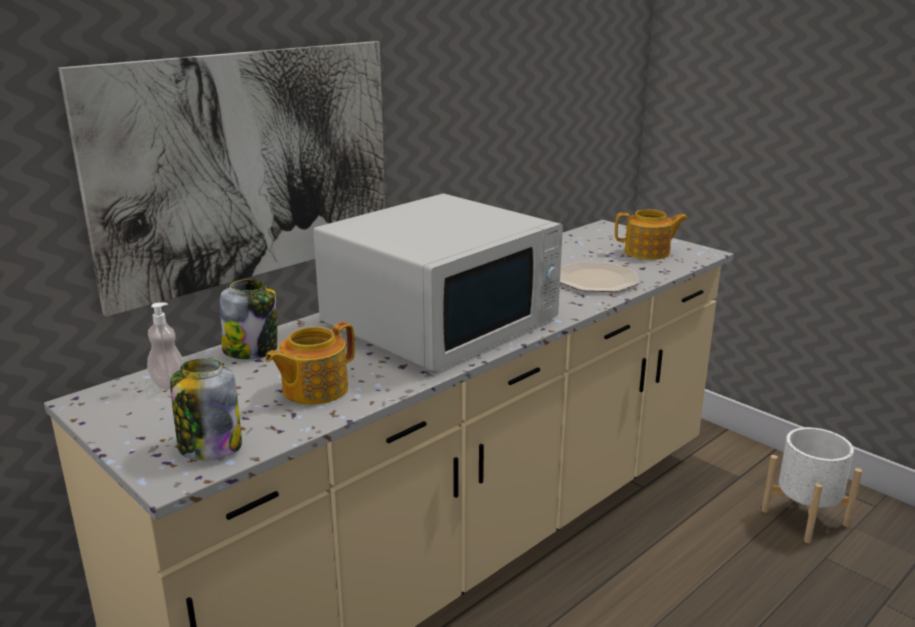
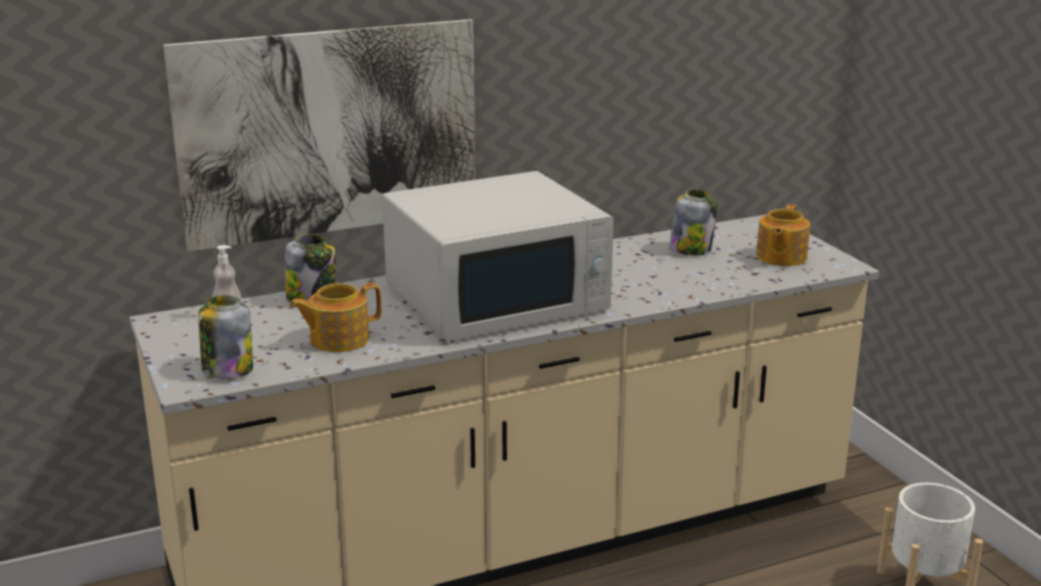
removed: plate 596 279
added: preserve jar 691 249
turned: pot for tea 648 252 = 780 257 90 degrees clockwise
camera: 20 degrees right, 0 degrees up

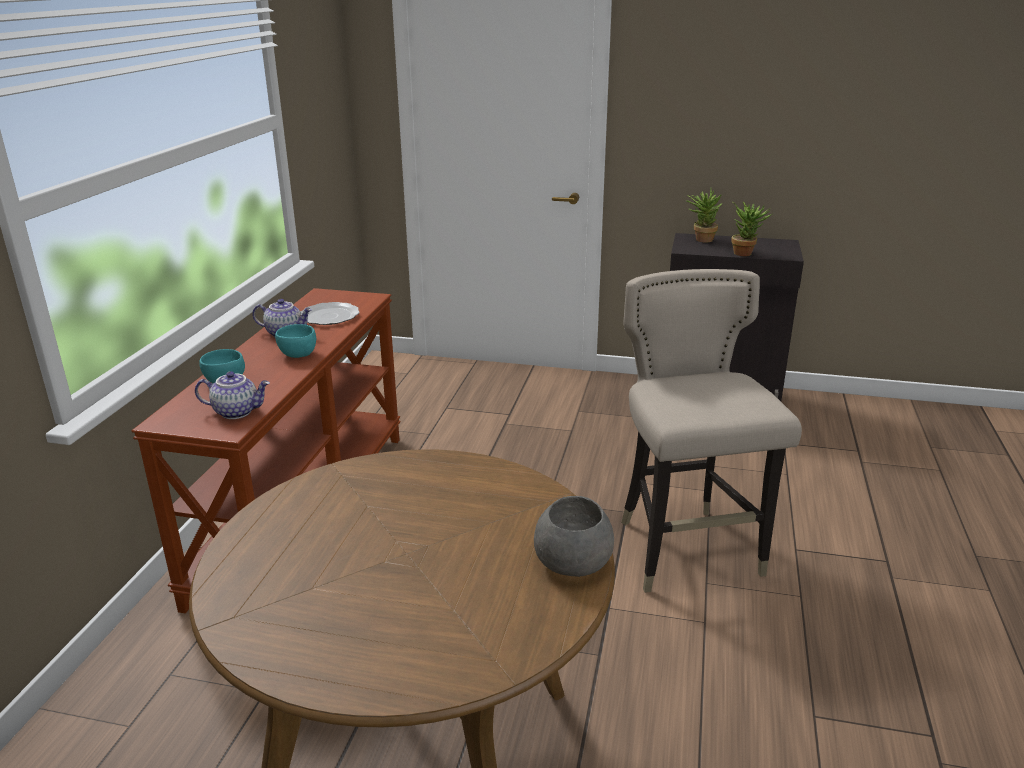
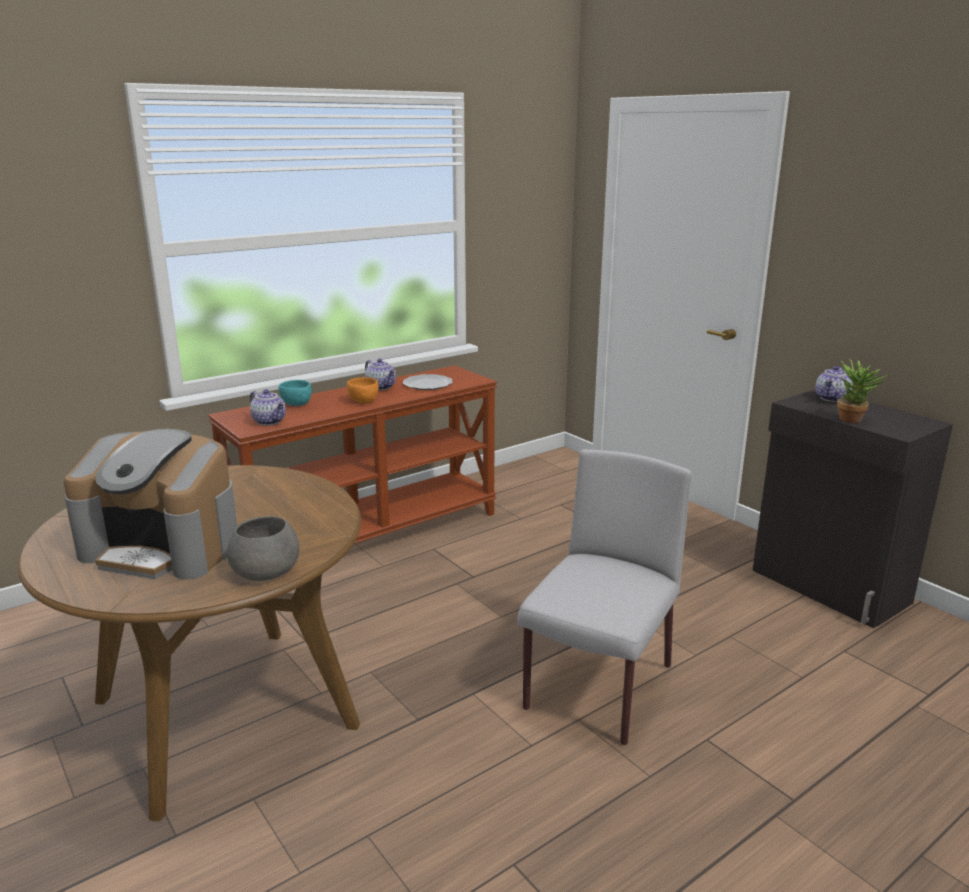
added: coffee maker 164 548
replaced: plant in a pot 701 239 to pot for tea 832 399; beige-coloured stool 687 551 to greyish chair 598 689
recoloured: blue-green bowl 298 355 to orange-coloured bowl 363 401
camera: 40 degrees right, 5 degrees down

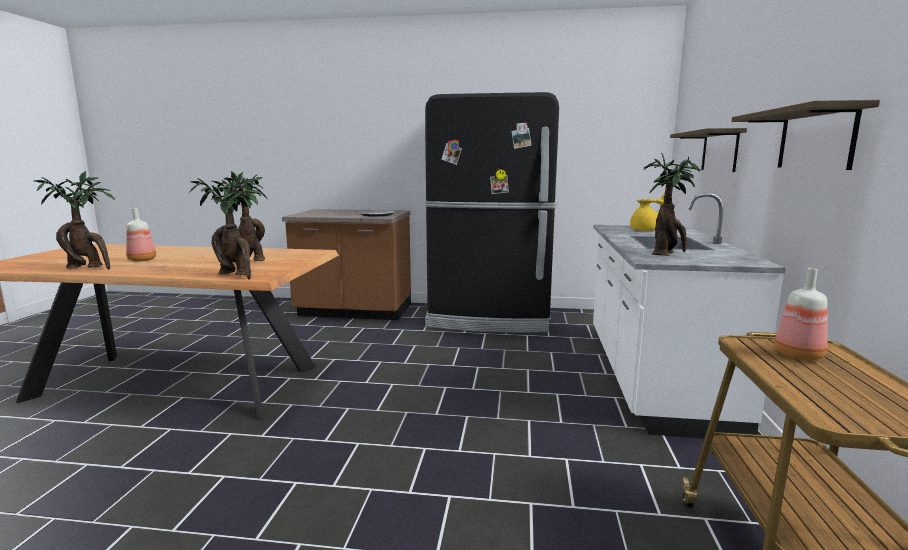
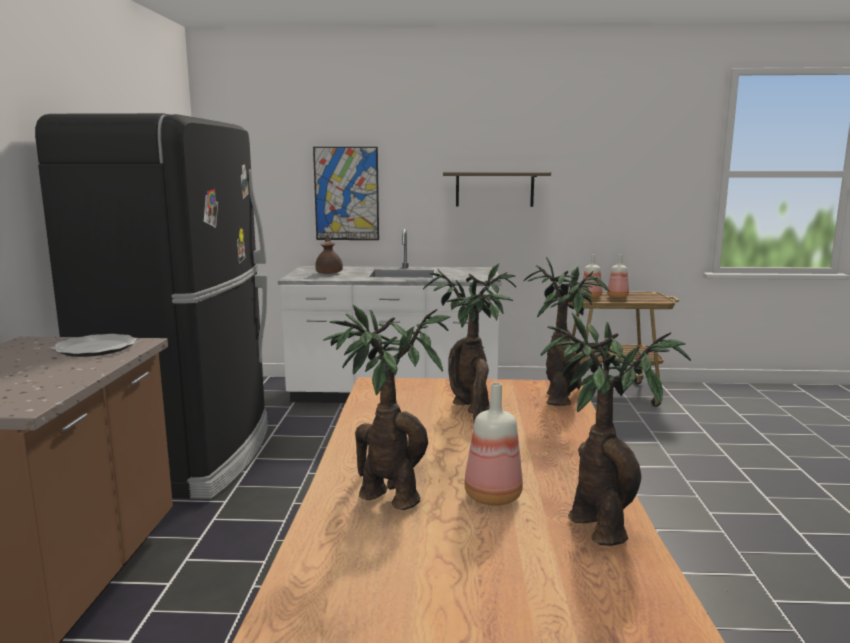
added: bottle 617 297
moved: plant in a pot 666 254 to 385 496
replaced: shelf 719 151 to picture 346 194
recoloured: yellowish pot for tea 646 230 to brown-coloured pot for tea 329 273
camera: 95 degrees left, 0 degrees up

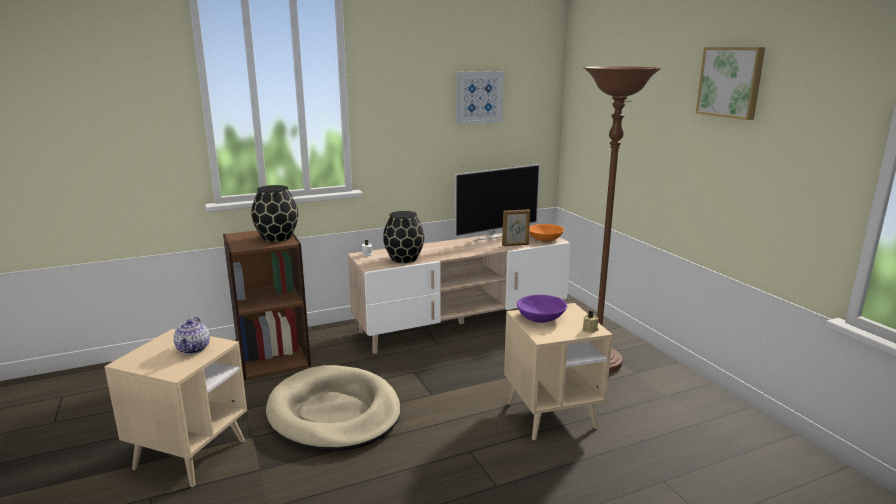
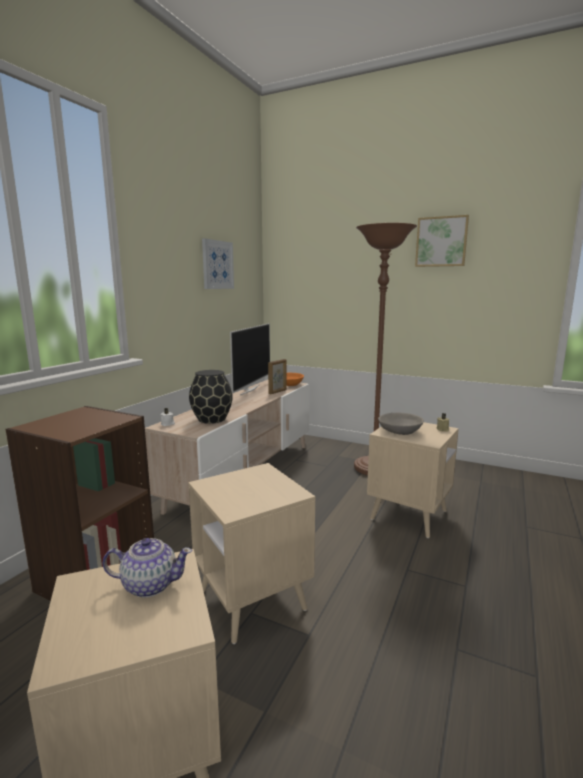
removed: black flower vase 277 237
replaced: beige-coloured dog cushion 334 413 to beige-coloured end table 252 600
recoloured: purple-coloured bowl 541 317 to greyish bowl 400 431
turned: pot for tea 194 349 = 149 584 45 degrees counterclockwise
camera: 40 degrees left, 5 degrees down

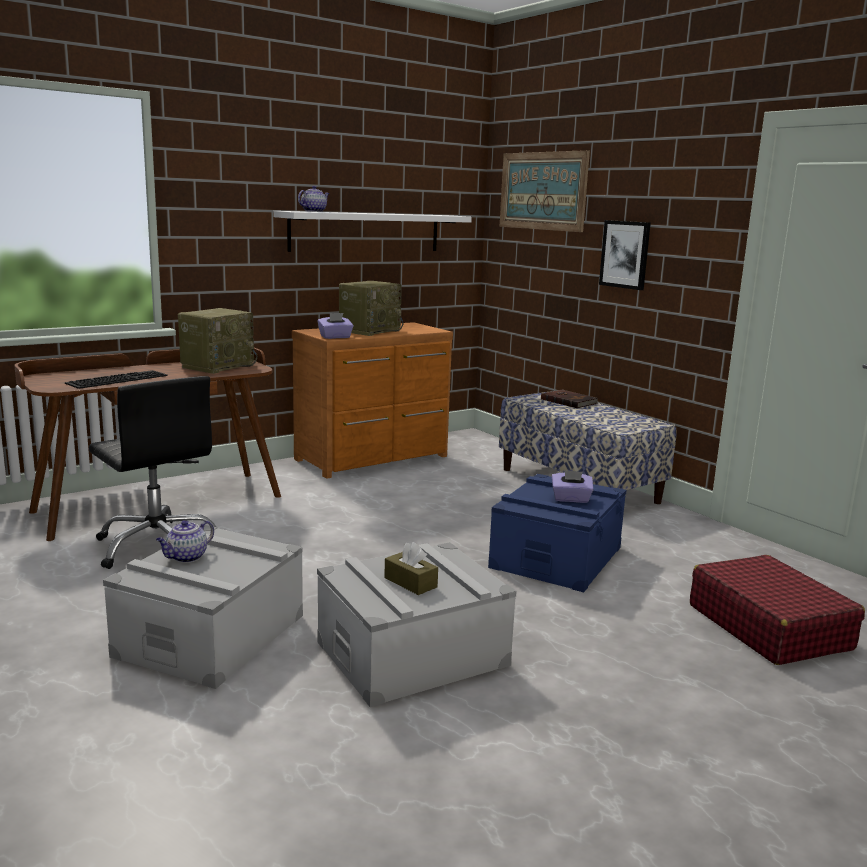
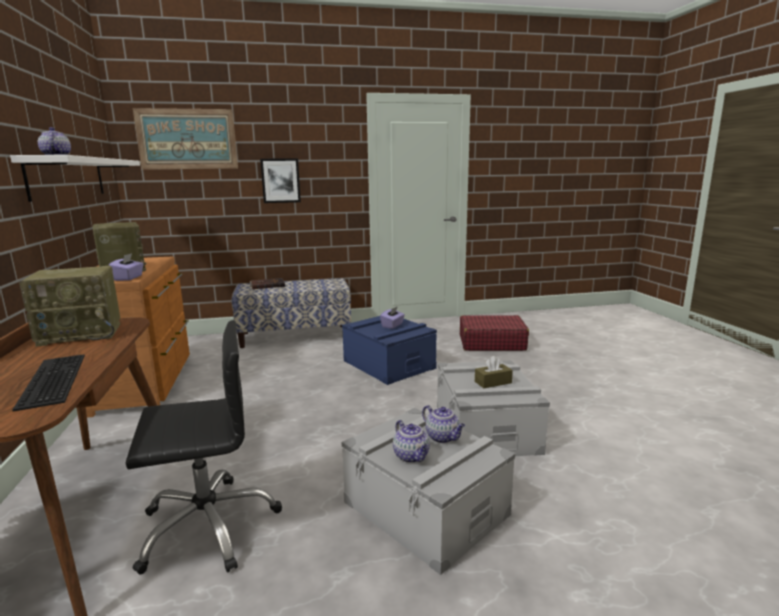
added: pot for tea 443 437
turned: radio receiver 218 366 = 82 333 105 degrees clockwise
camera: 65 degrees left, 0 degrees up

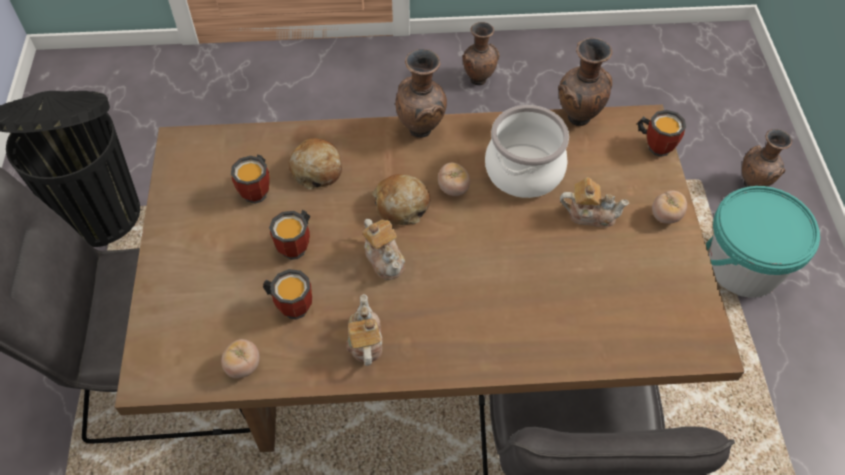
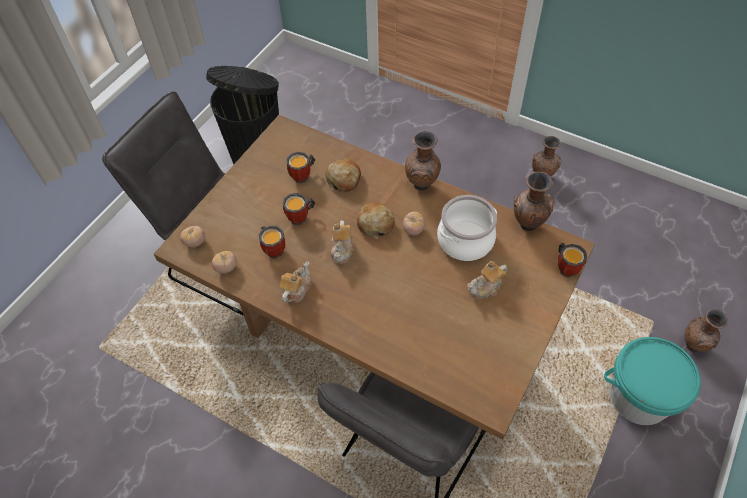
moved: whole tomato 665 216 to 195 242
turned: pot for tea 590 214 = 485 288 105 degrees clockwise
camera: 35 degrees right, 0 degrees up

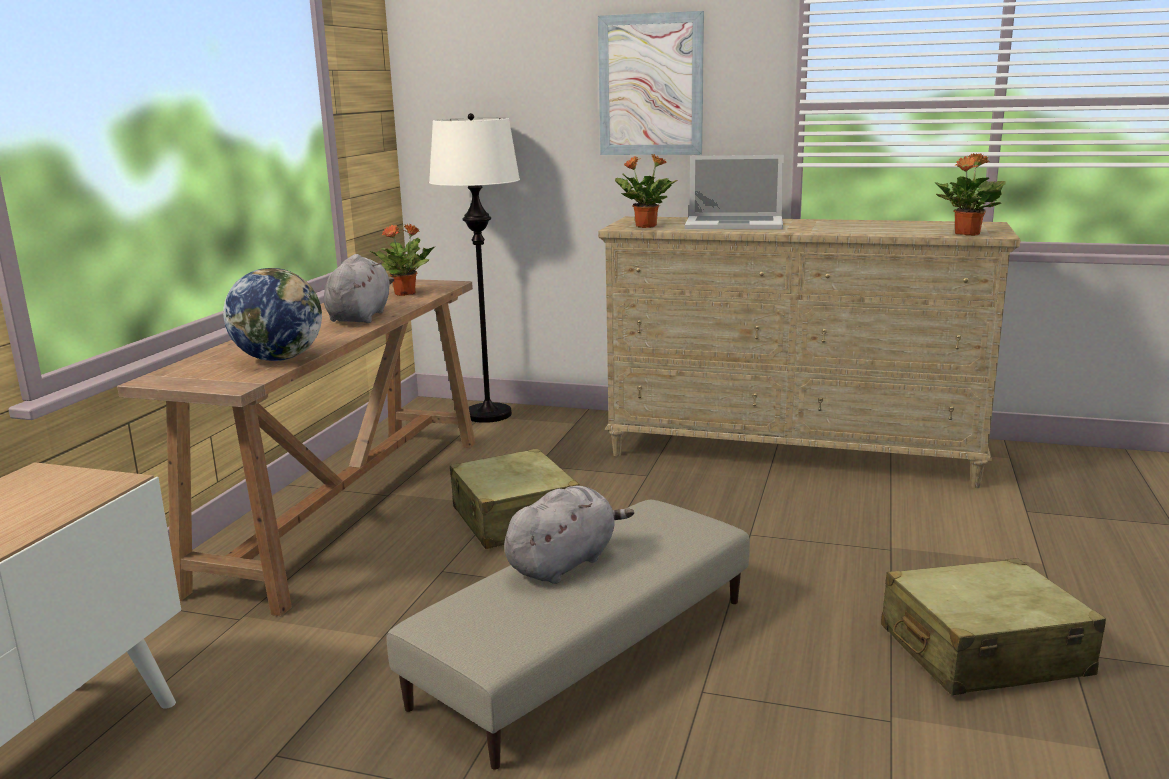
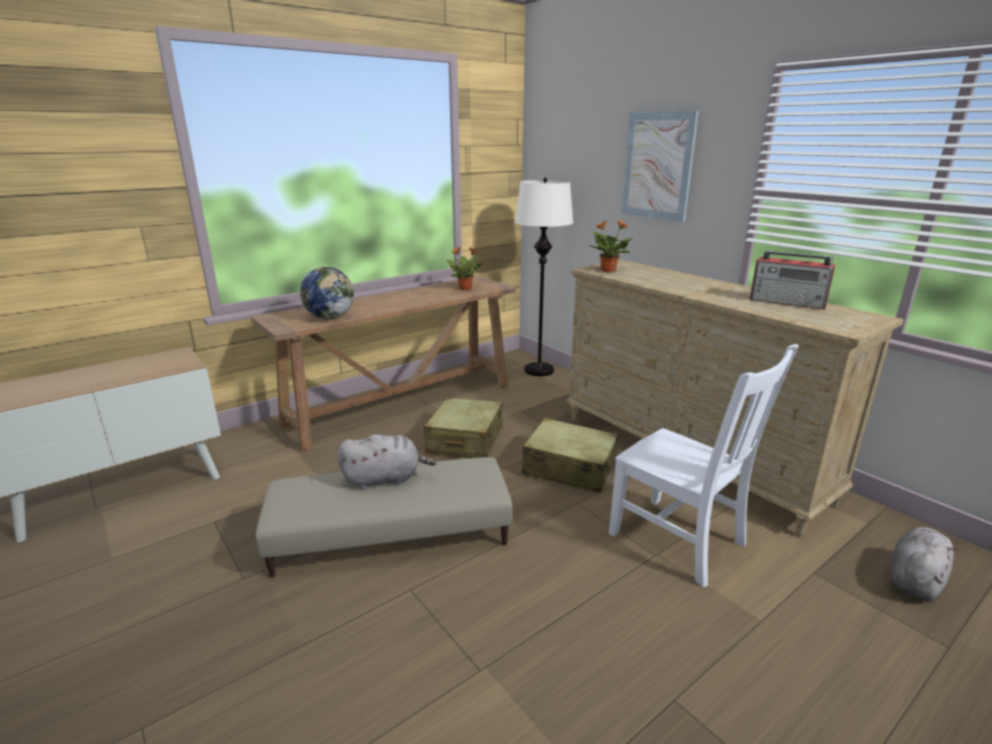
removed: plant in a pot 966 234; portable computer 734 224
added: radio receiver 788 302; whitish chair 680 541
moved: greyish cuddly toy 360 317 to 914 579; beige-coloured suitcase 982 652 to 569 468
camera: 35 degrees right, 5 degrees up

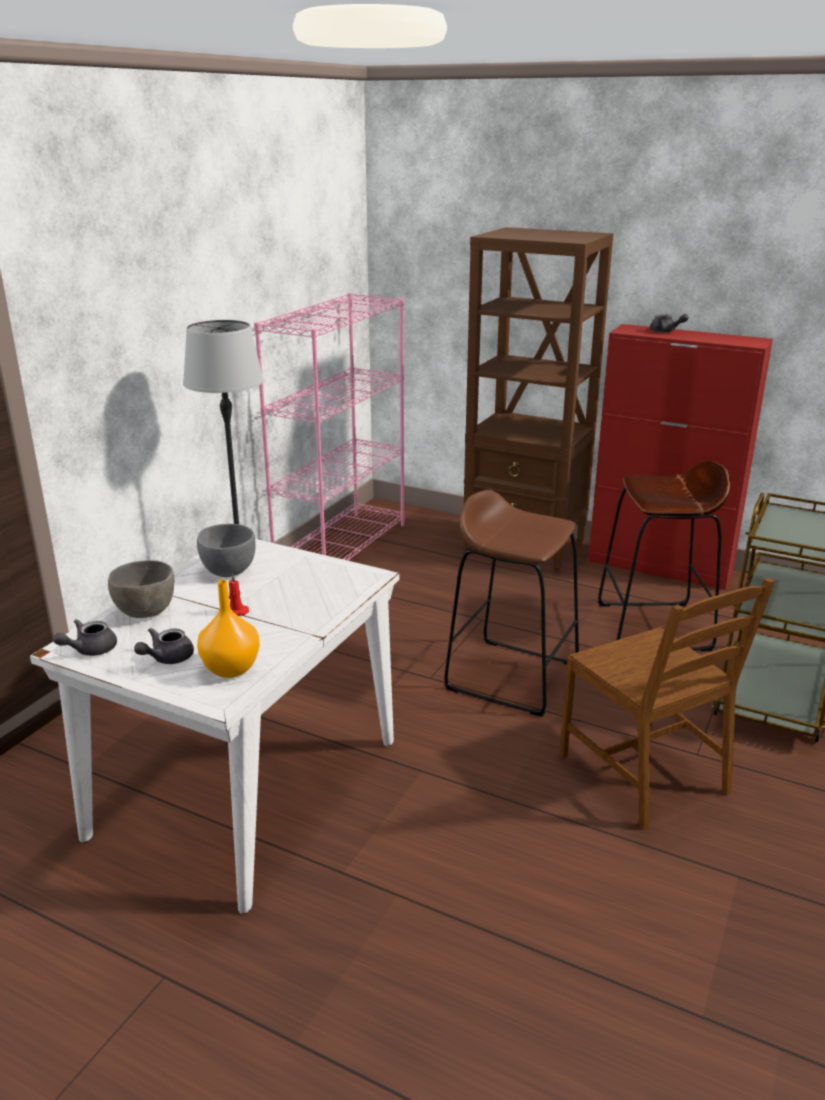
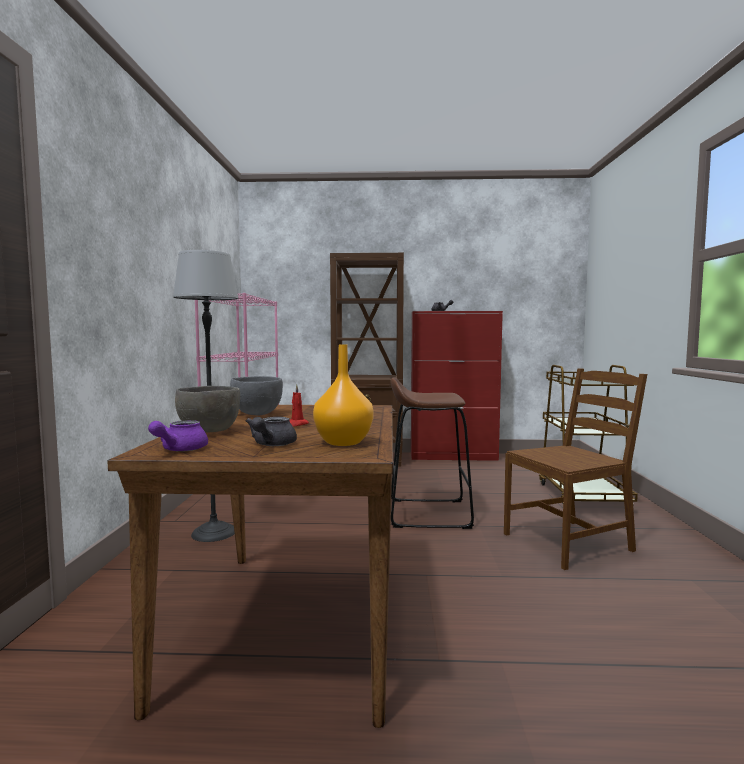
removed: brown-coloured stool 654 627
recoloured: whitish kitchen table 246 788 to brown-coloured kitchen table 292 622; greyish pot for tea 90 650 to purple-coloured pot for tea 179 450
turned: brown-coloured chair 645 773 = 568 542 60 degrees counterclockwise
camera: 25 degrees left, 20 degrees down

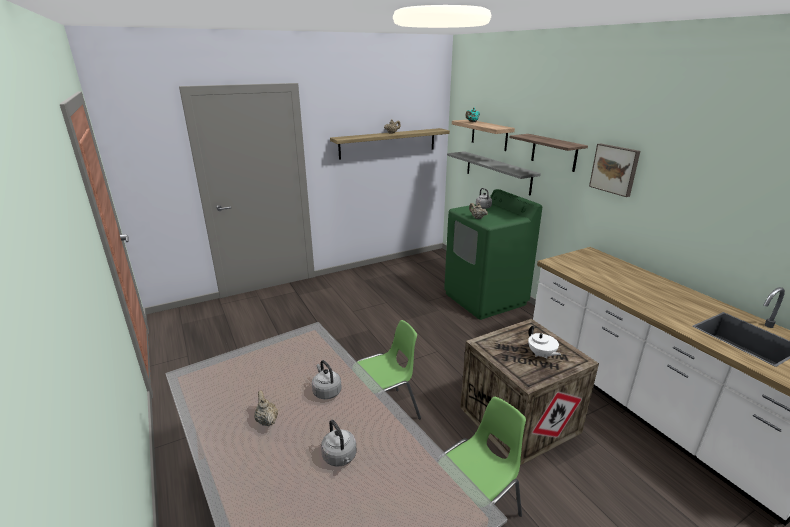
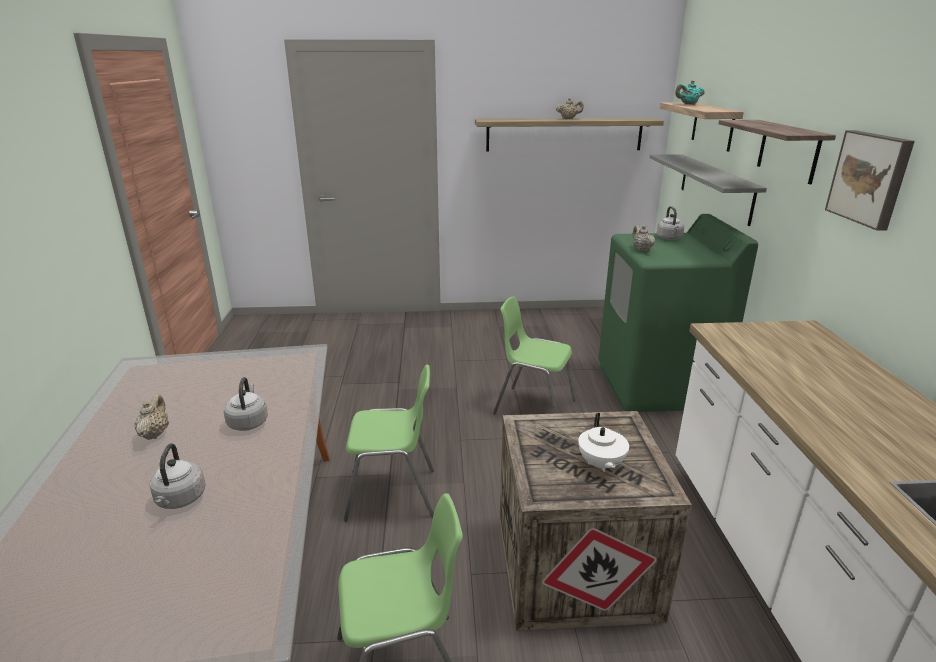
added: greenish chair 533 407
camera: 25 degrees right, 0 degrees up

